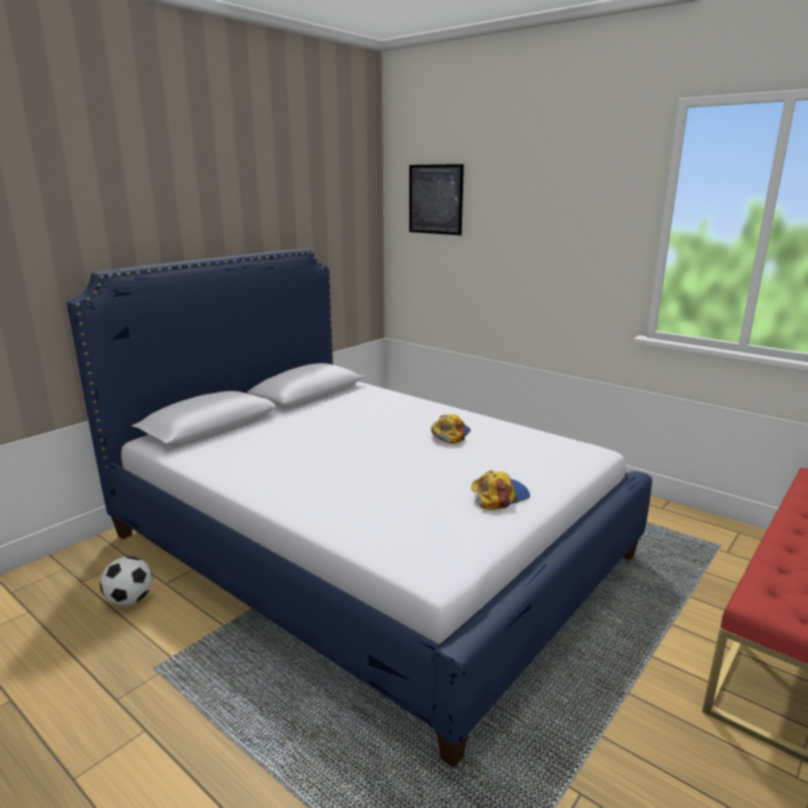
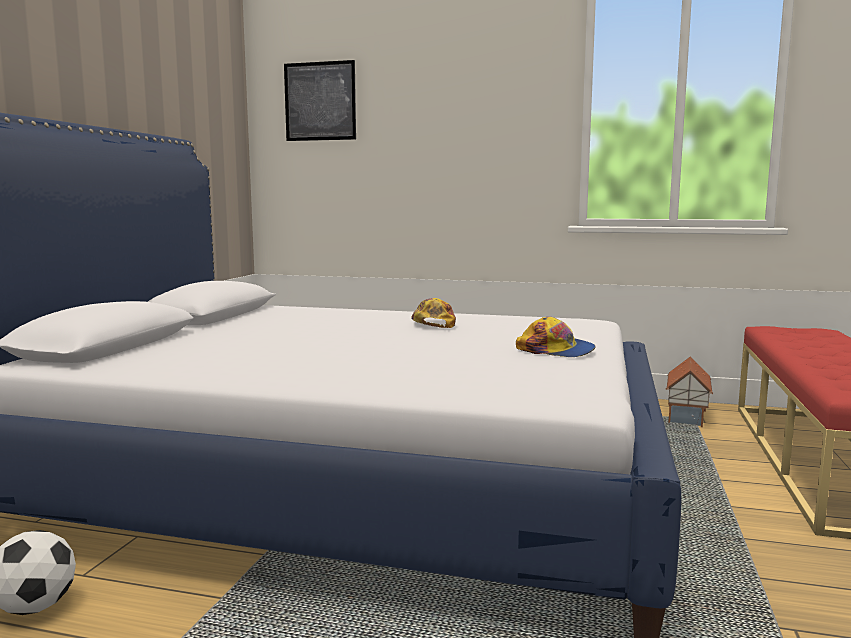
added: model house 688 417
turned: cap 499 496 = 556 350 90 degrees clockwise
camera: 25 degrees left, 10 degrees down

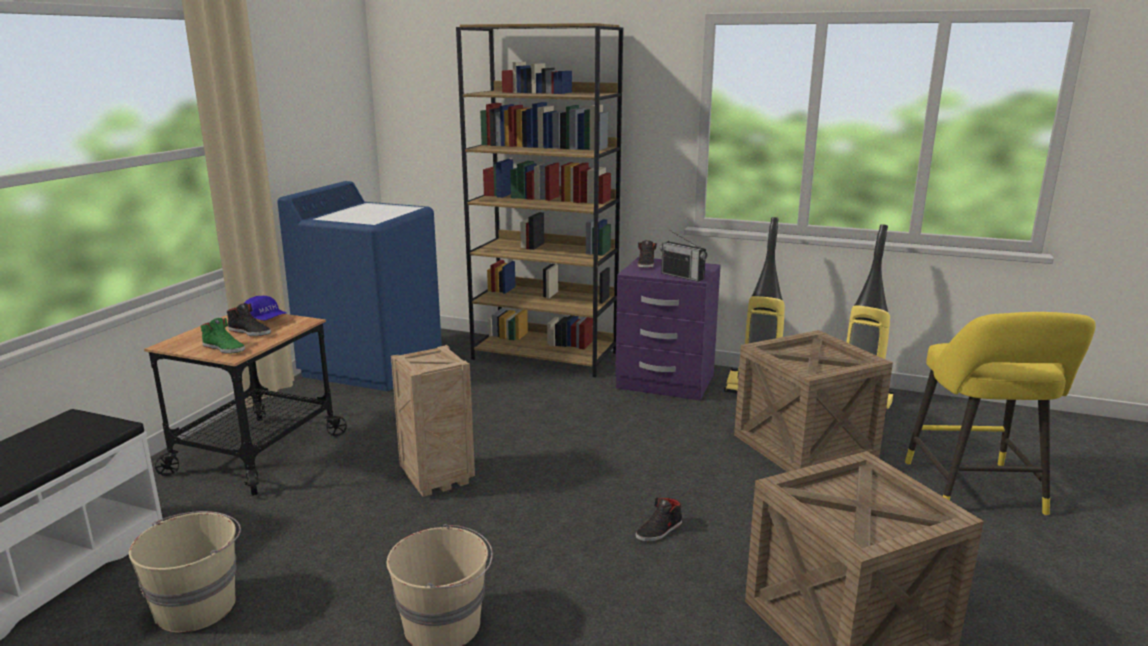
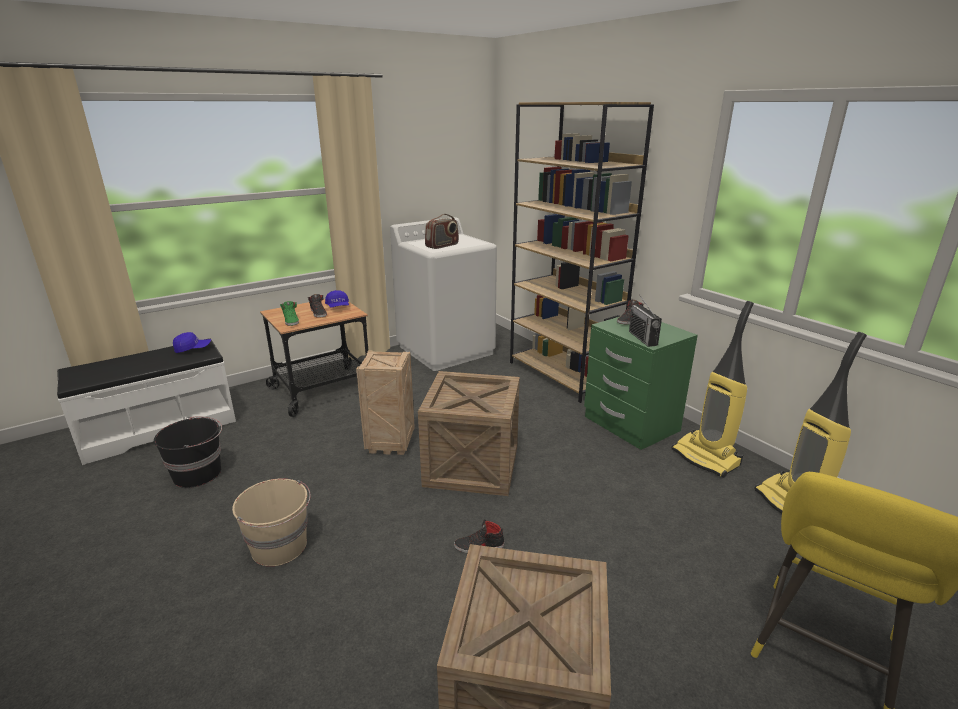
added: radio receiver 442 246; blue-coloured cap 193 349
moved: shipping crate 804 445 to 472 465
recoloured: blue-coloured washing machine 373 365 to whitish washing machine 446 350; purple-coloured bedside table 665 382 to greenish bedside table 630 424; beige-coloured bucket 197 606 to black bucket 198 473
camera: 35 degrees right, 5 degrees up

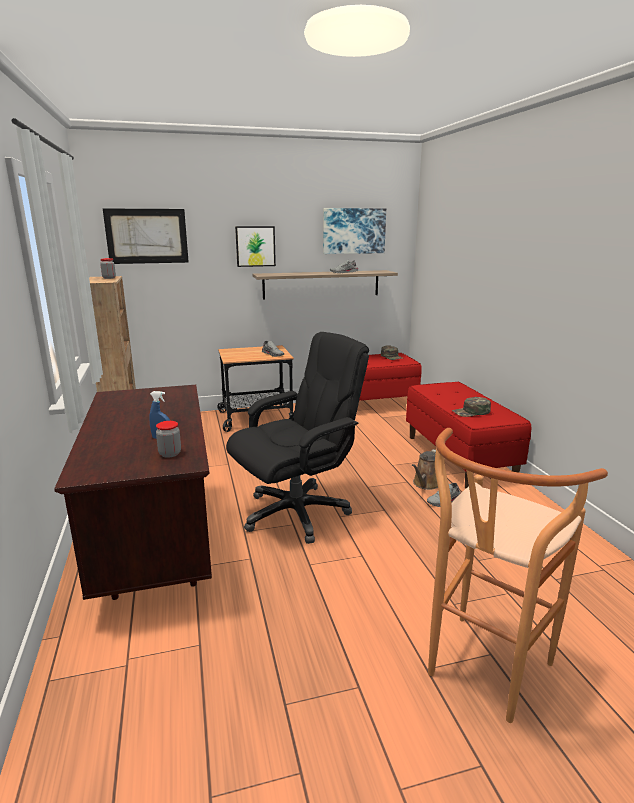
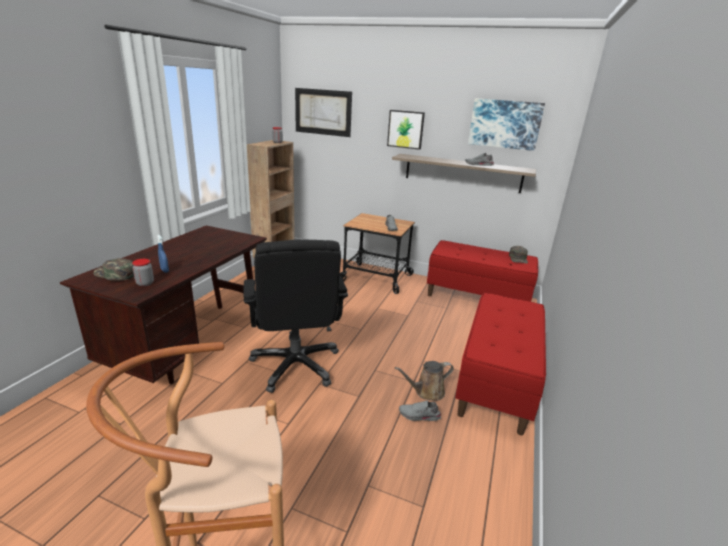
moved: greenish cap 471 412 to 115 274
turned: black computer chair 297 512 = 296 365 75 degrees clockwise
camera: 35 degrees right, 5 degrees up

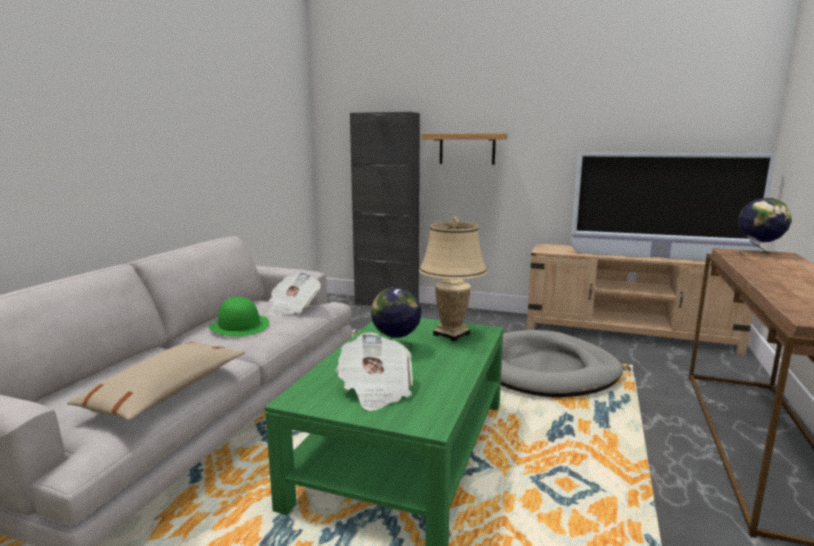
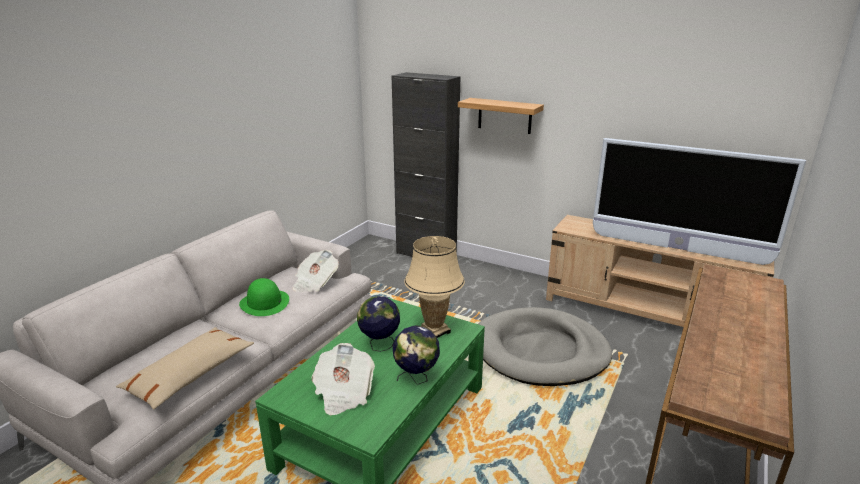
moved: globe 758 253 to 416 379
camera: 10 degrees right, 10 degrees up

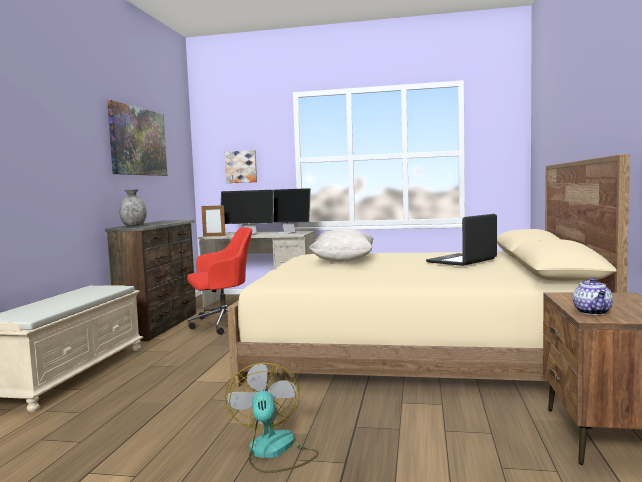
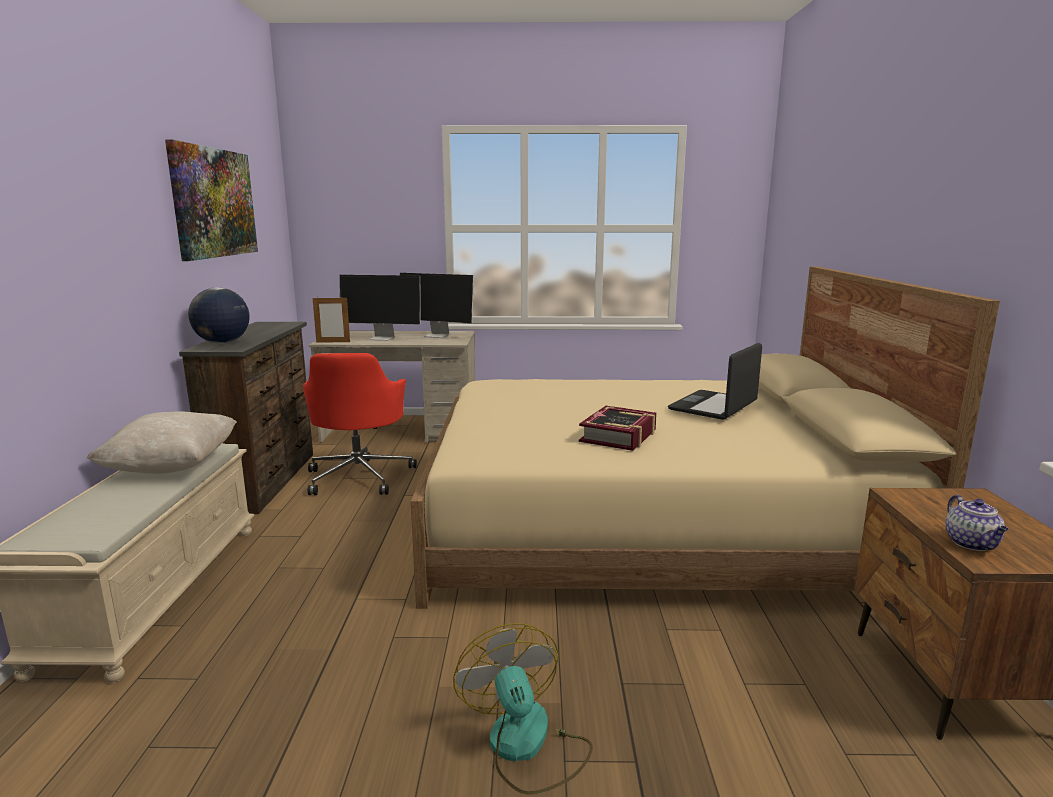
removed: picture 241 167
added: volume 619 436
moved: beige-coloured cushion 343 261 to 172 467
replaced: greyish flower vase 133 225 to globe 222 342
turned: red-coloured computer chair 223 324 = 360 476 120 degrees clockwise
camera: 10 degrees left, 10 degrees up

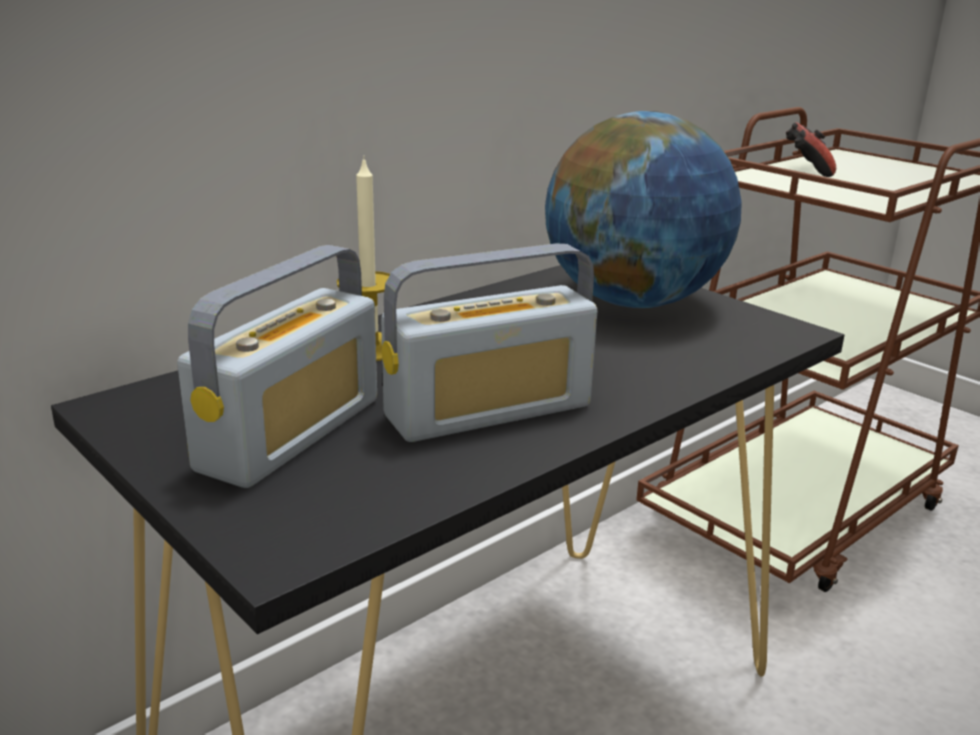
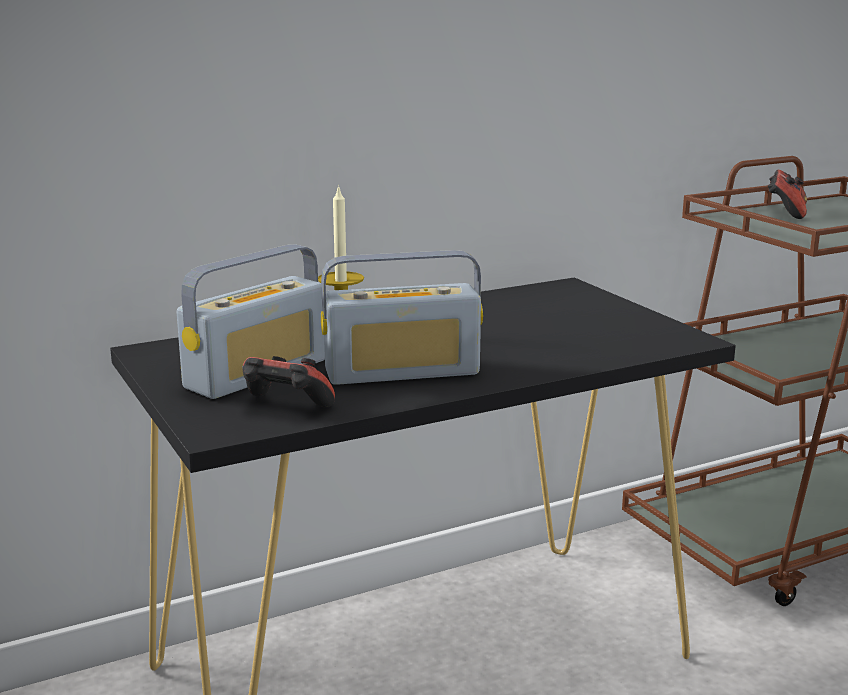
removed: globe 633 302
added: gamepad 285 408
camera: 15 degrees right, 5 degrees down

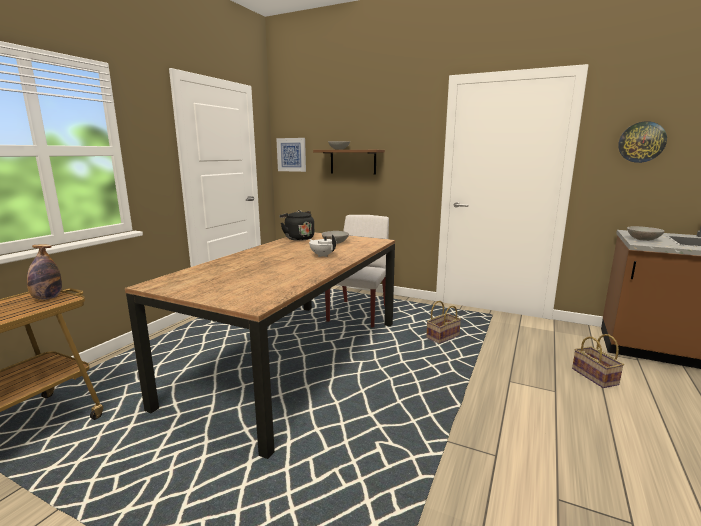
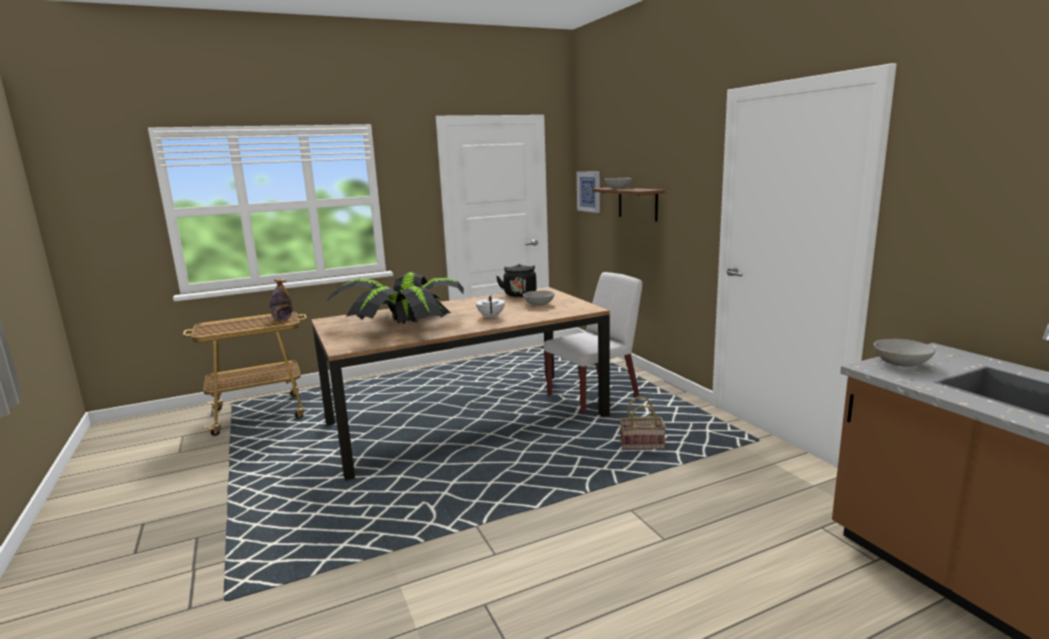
removed: hanging clock 641 142; basket 596 377
added: plant in a pot 403 322
camera: 40 degrees right, 0 degrees up

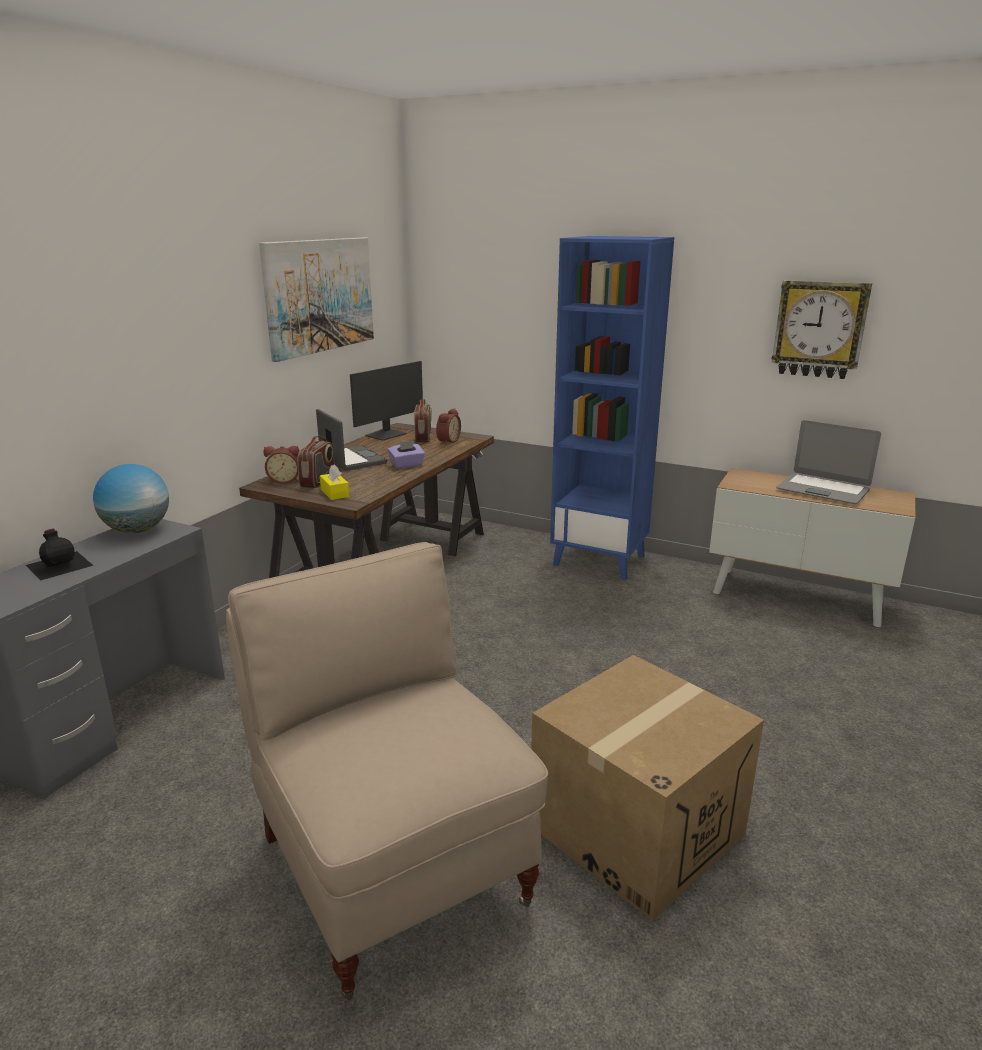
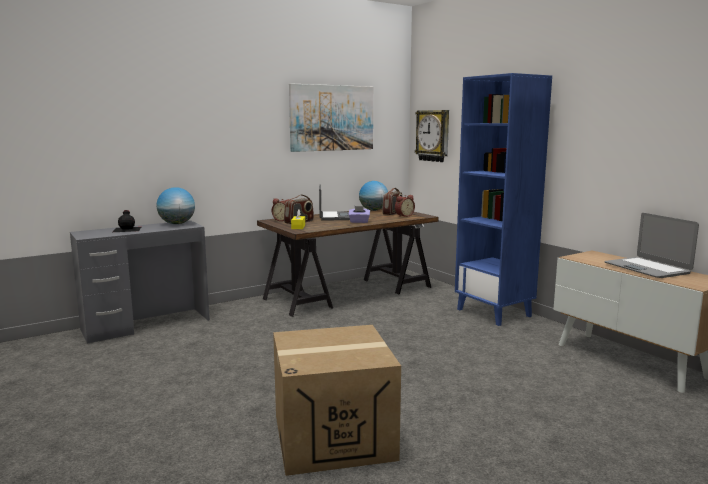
removed: beige-coloured chair 391 866
moved: hanging clock 819 329 to 433 135
replaced: computer screen 386 435 to globe 373 210
camera: 30 degrees right, 10 degrees down

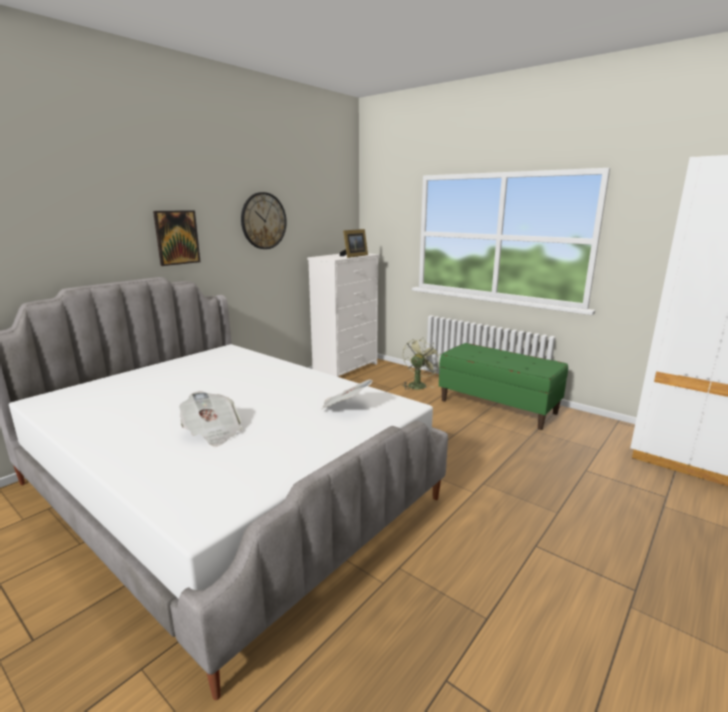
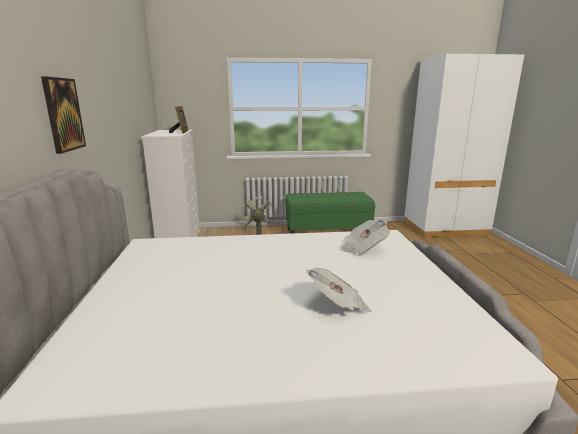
removed: hanging clock 263 221
camera: 45 degrees left, 0 degrees up

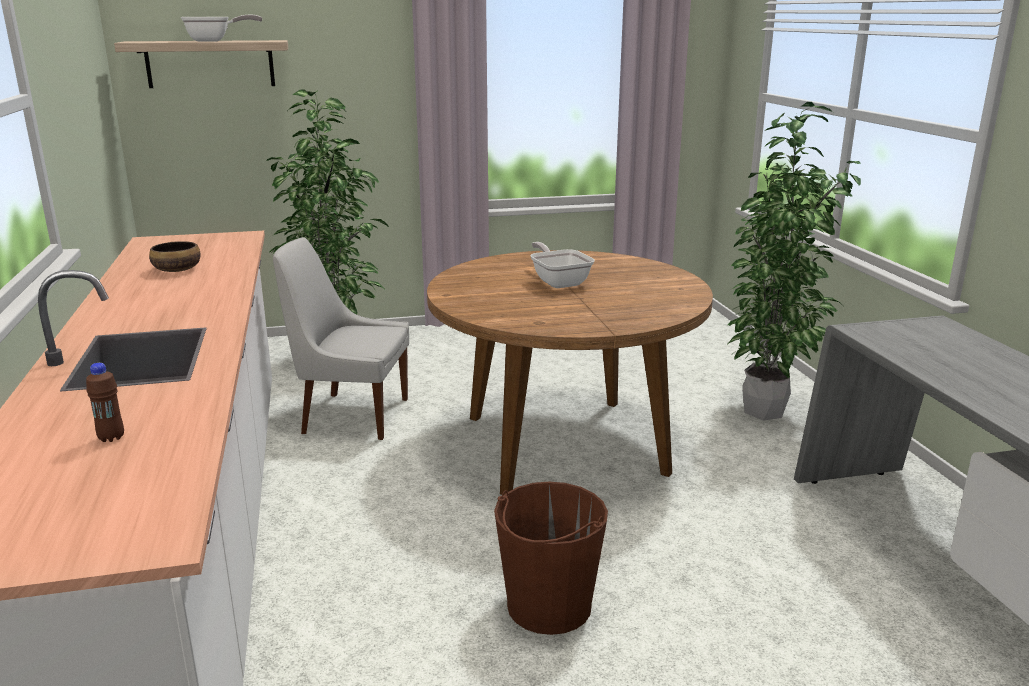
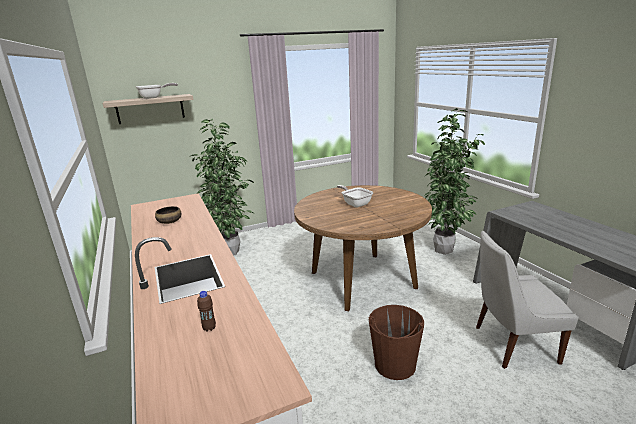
moved: whitish chair 351 416 to 512 344
camera: 10 degrees left, 0 degrees up

